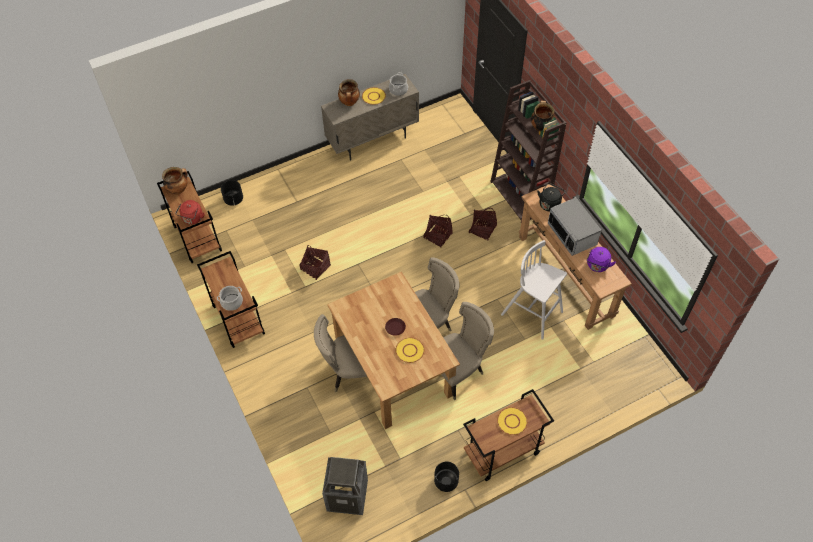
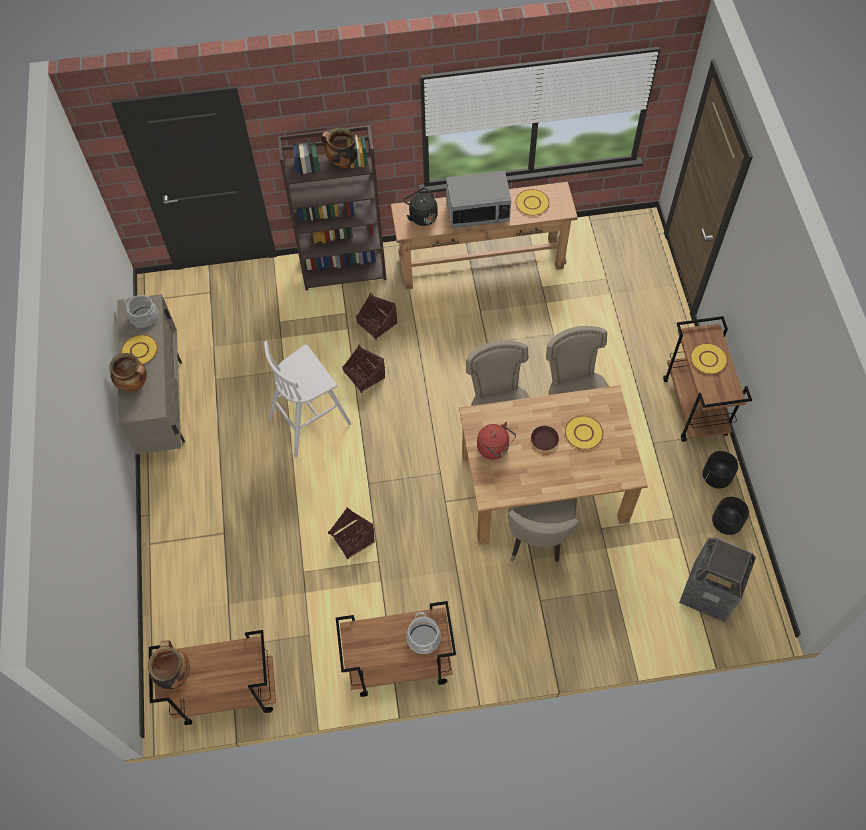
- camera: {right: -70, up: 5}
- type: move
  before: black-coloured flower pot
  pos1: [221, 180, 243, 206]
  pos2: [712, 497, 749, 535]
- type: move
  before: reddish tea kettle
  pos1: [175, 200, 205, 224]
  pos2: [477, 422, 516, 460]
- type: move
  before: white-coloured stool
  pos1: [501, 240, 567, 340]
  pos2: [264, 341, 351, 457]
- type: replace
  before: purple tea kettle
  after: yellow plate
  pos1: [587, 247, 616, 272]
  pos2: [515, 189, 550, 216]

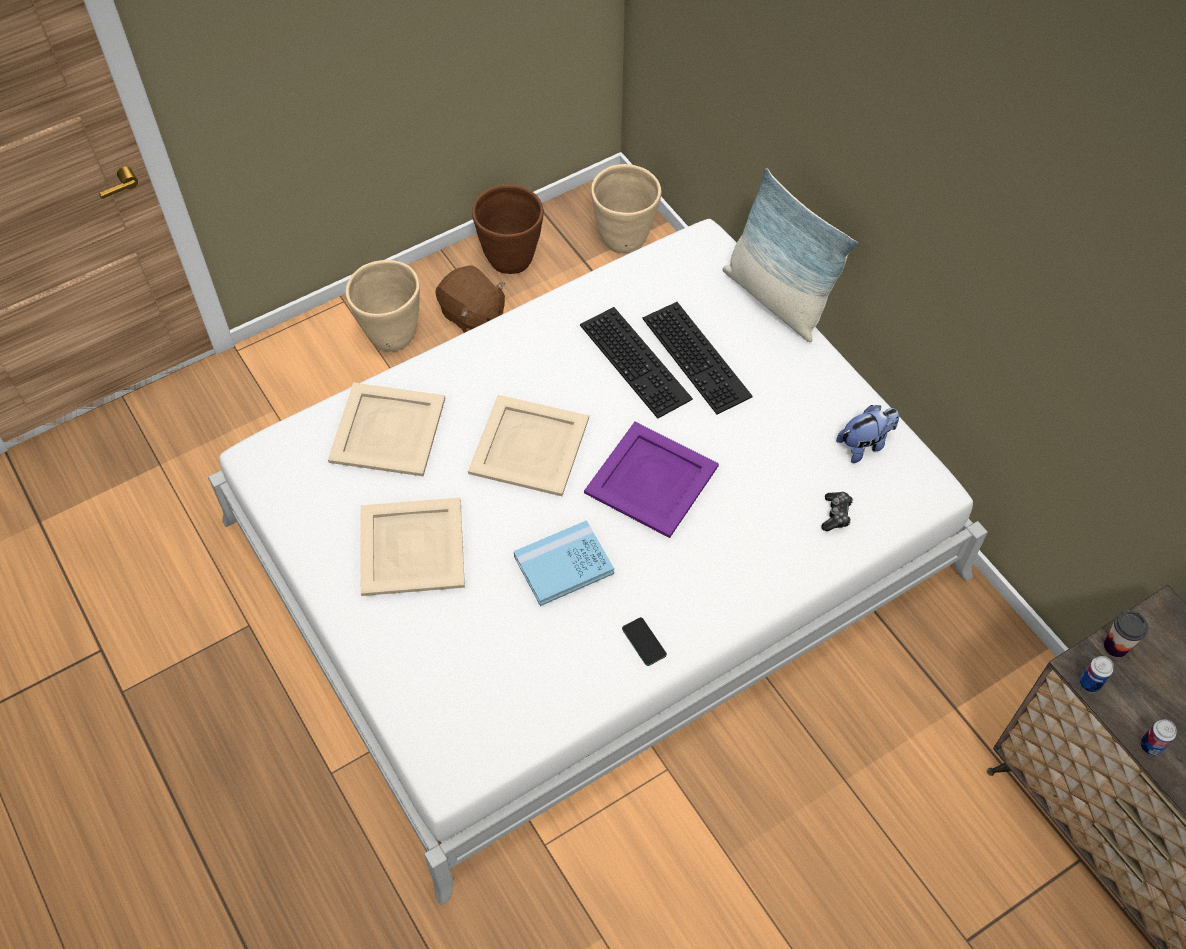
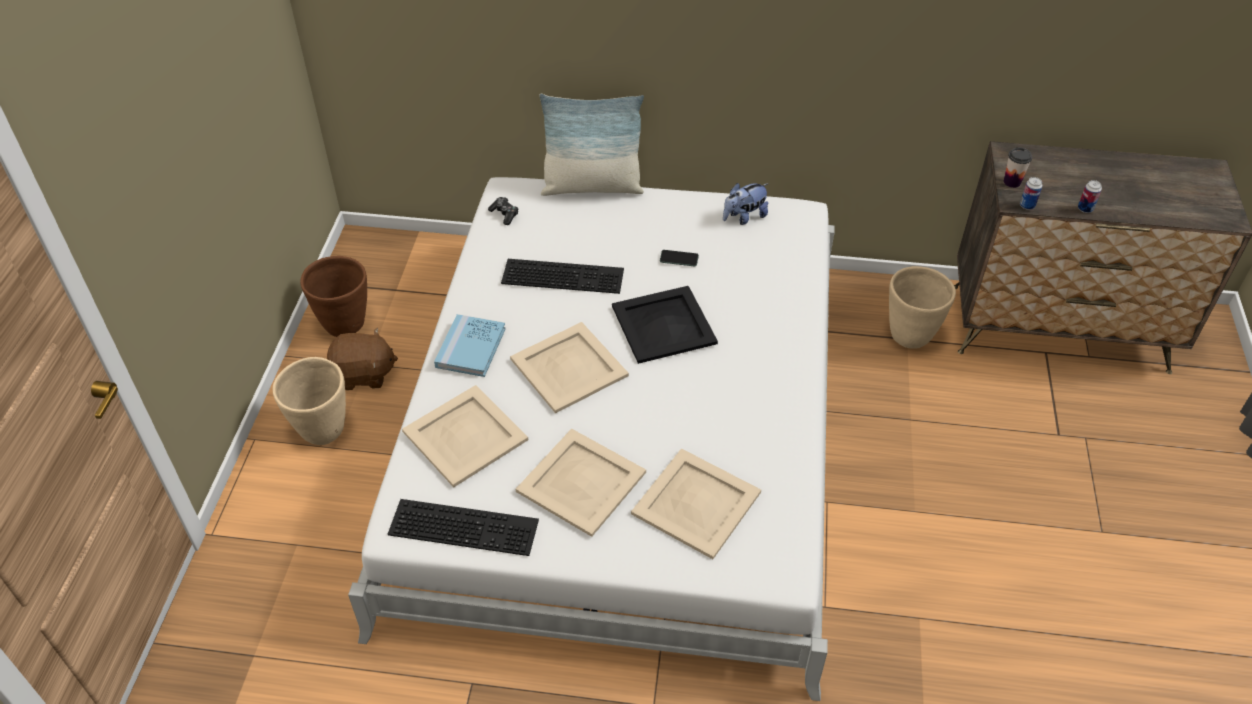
- camera: {right: -50, up: -10}
- type: move
  before: sand-coloured flower pot
  pos1: [591, 164, 661, 253]
  pos2: [889, 266, 956, 349]
- type: move
  before: PC keyboard
  pos1: [642, 302, 753, 414]
  pos2: [388, 499, 539, 556]
- type: rotate
  before: cuddly toy
  pos1: [836, 405, 899, 463]
  pos2: [723, 183, 769, 225]
  turn: -135
- type: recolor
  before: purple carrying tray
  after: black-coloured carrying tray
  pos1: [584, 422, 719, 538]
  pos2: [612, 286, 718, 364]
- type: move
  before: gamepad
  pos1: [821, 492, 853, 531]
  pos2: [488, 197, 519, 225]
- type: move
  before: blue bound book
  pos1: [514, 520, 614, 606]
  pos2: [434, 314, 506, 377]
- type: move
  before: telephone
  pos1: [622, 617, 667, 666]
  pos2: [660, 250, 699, 266]
- type: insert
  after: sand-coloured carrying tray
  pos2: [631, 448, 761, 559]

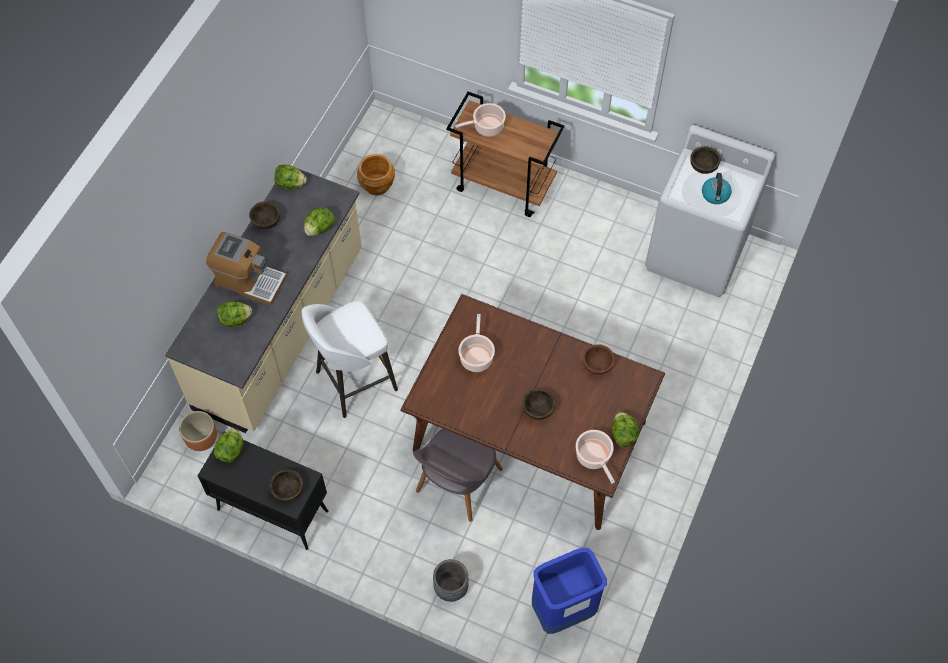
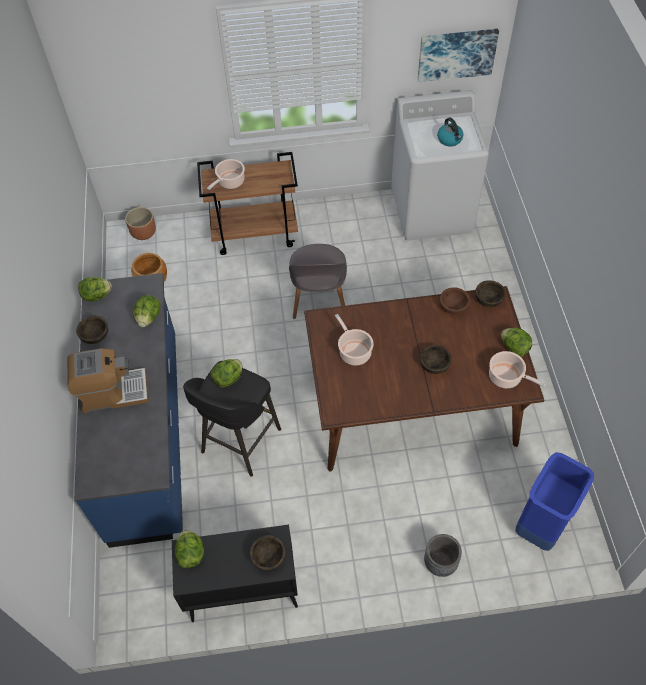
- camera: {right: -30, up: -5}
- type: move
  before: brownish bowl
  pos1: [690, 146, 721, 174]
  pos2: [476, 280, 506, 307]
- type: recolor
  before: sand-coloured kitchen counter
  after: blue kitchen counter
  pos1: [165, 168, 362, 433]
  pos2: [74, 273, 183, 548]
- type: recolor
  before: white-coloured stool
  after: black-coloured stool
  pos1: [302, 300, 398, 418]
  pos2: [183, 361, 281, 477]
- type: move
  before: lettuce head
  pos1: [217, 301, 252, 327]
  pos2: [211, 359, 242, 387]
- type: move
  before: brownish flower pot
  pos1: [179, 411, 217, 451]
  pos2: [125, 207, 156, 240]
- type: move
  before: grey chair
  pos1: [413, 429, 503, 522]
  pos2: [289, 244, 347, 319]
- type: insert
  after: wall picture
  pos2: [418, 29, 499, 82]

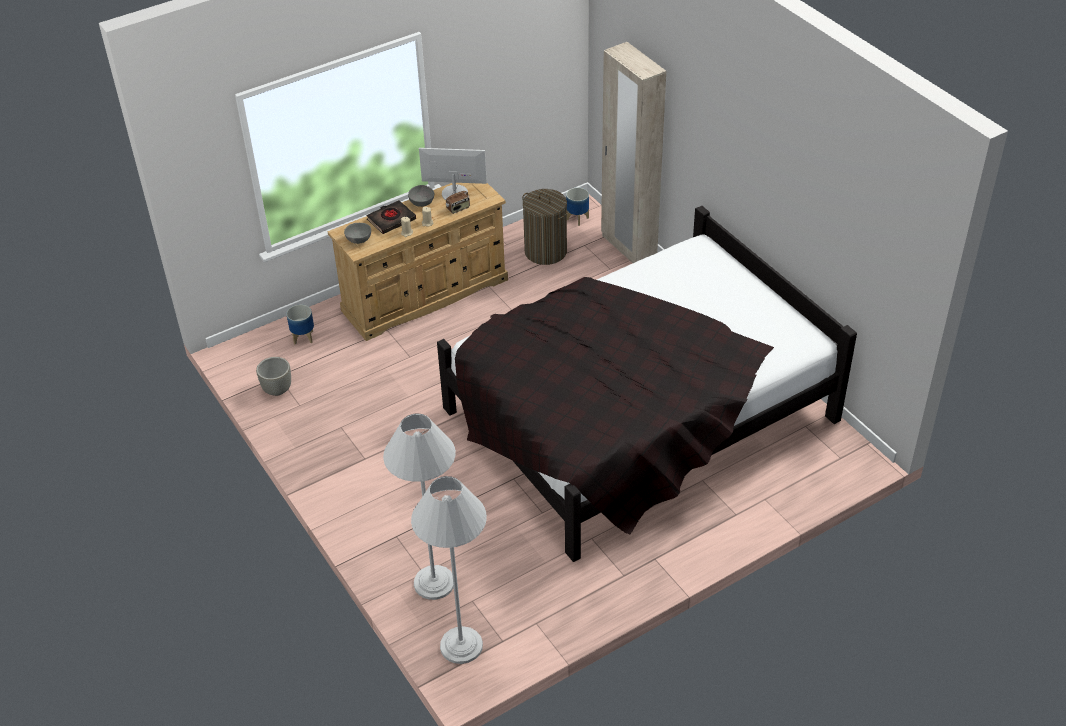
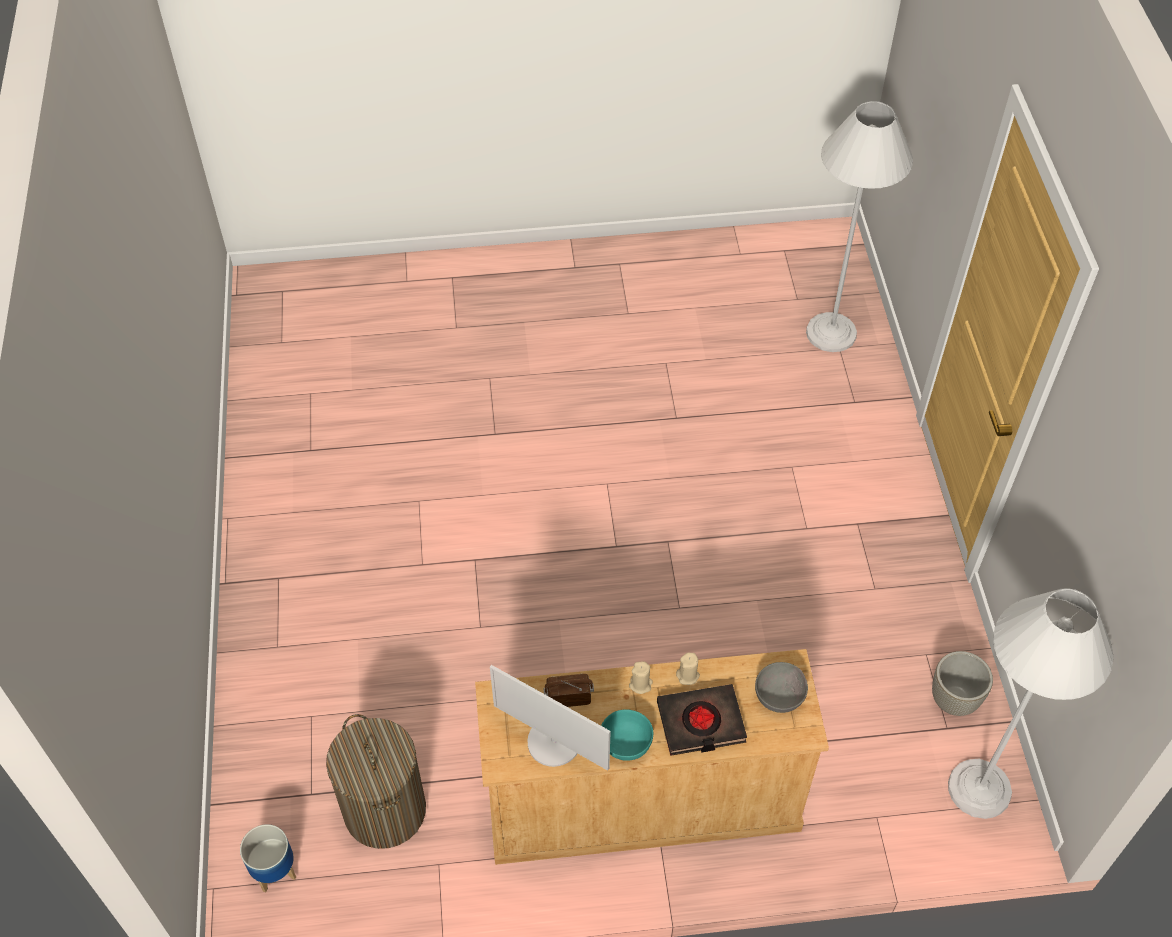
- camera: {right: -155, up: 10}
- type: delete
  before: sand-coloured armoire
  pos1: [601, 42, 666, 263]
- type: recolor
  before: grey bowl
  after: turquoise bowl
  pos1: [408, 185, 434, 207]
  pos2: [601, 709, 653, 761]
- type: delete
  before: black-coloured bed
  pos1: [437, 206, 857, 562]
- type: delete
  before: flower pot
  pos1: [287, 304, 314, 344]
- type: move
  before: white-coloured standard lamp
  pos1: [411, 476, 487, 664]
  pos2: [948, 589, 1113, 819]

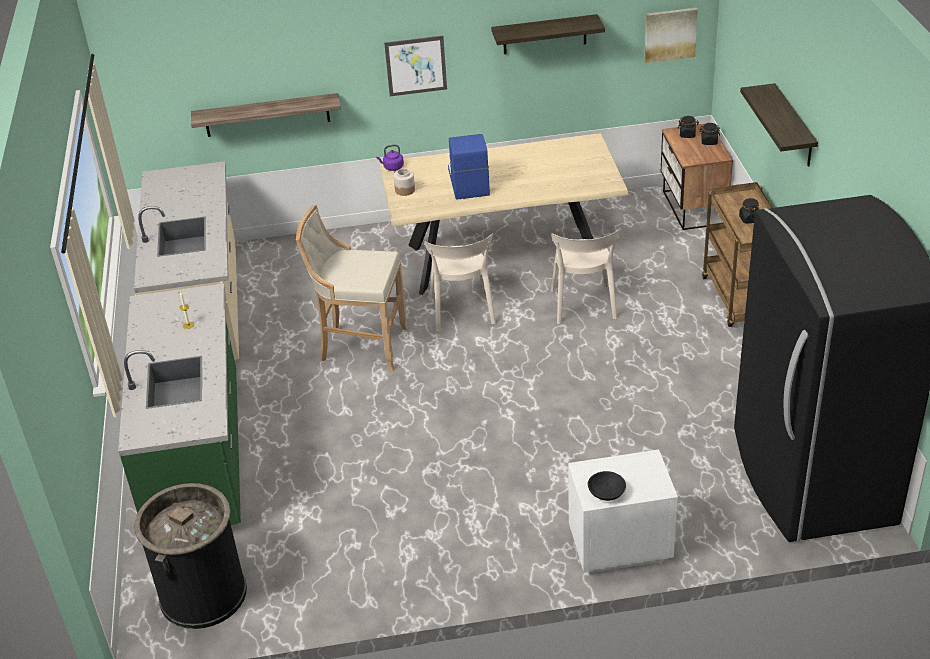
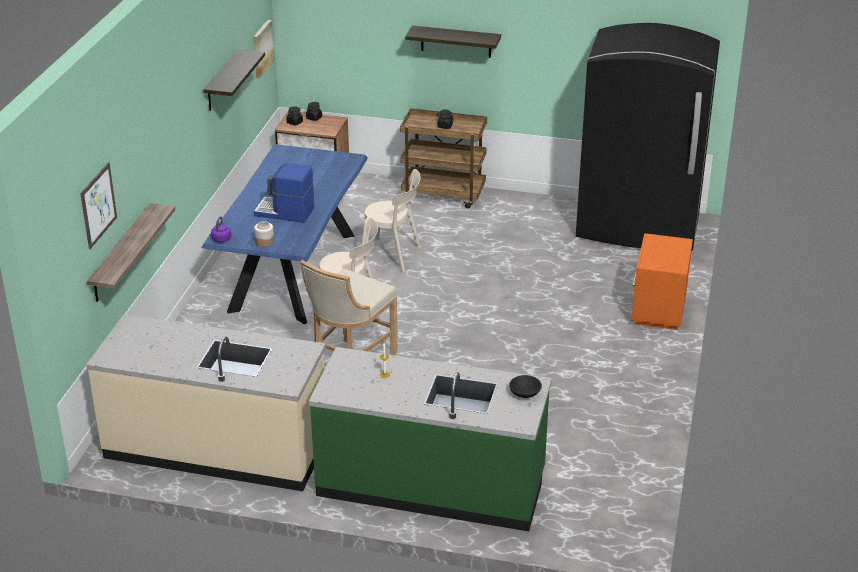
- camera: {right: -70, up: -5}
- type: move
  before: wall picture
  pos1: [384, 36, 447, 96]
  pos2: [80, 163, 117, 249]
- type: recolor
  before: sand-coloured dinner table
  after: blue dinner table
  pos1: [379, 133, 630, 295]
  pos2: [202, 144, 368, 325]
- type: recolor
  before: white-coloured nightstand
  after: orange nightstand
  pos1: [568, 449, 678, 573]
  pos2: [632, 233, 693, 330]
- type: move
  before: black-coloured bowl
  pos1: [588, 471, 626, 501]
  pos2: [509, 375, 542, 398]
- type: delete
  before: black-coloured waste bin
  pos1: [134, 483, 247, 629]

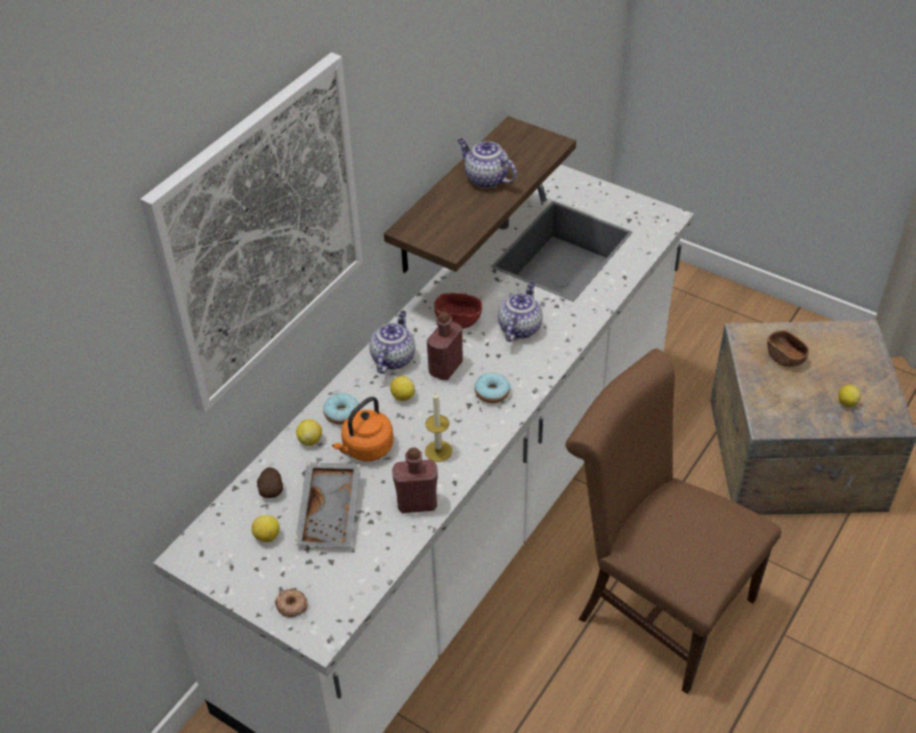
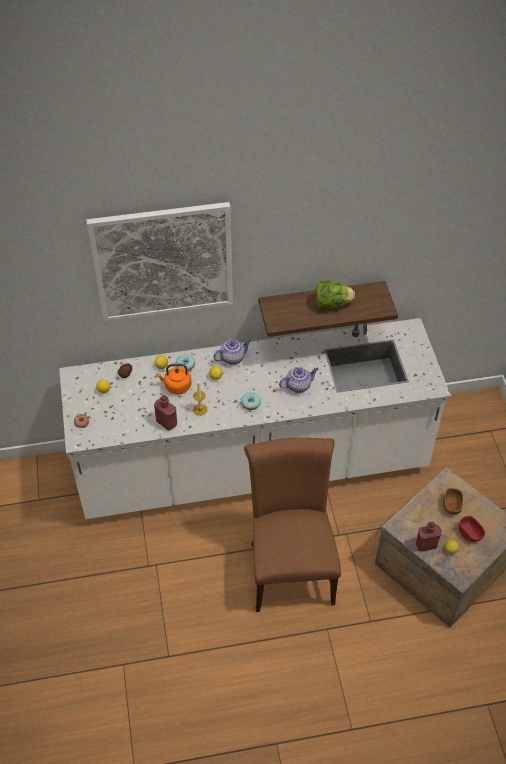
- camera: {right: 45, up: 5}
- type: replace
  before: teapot
  after: lettuce head
  pos1: [457, 139, 517, 188]
  pos2: [315, 281, 355, 309]
- type: move
  before: reddish bowl
  pos1: [434, 293, 482, 329]
  pos2: [459, 516, 485, 542]
- type: move
  before: reddish beverage bottle
  pos1: [427, 311, 463, 380]
  pos2: [416, 521, 442, 552]
- type: delete
  before: grey carrying tray
  pos1: [295, 463, 361, 547]

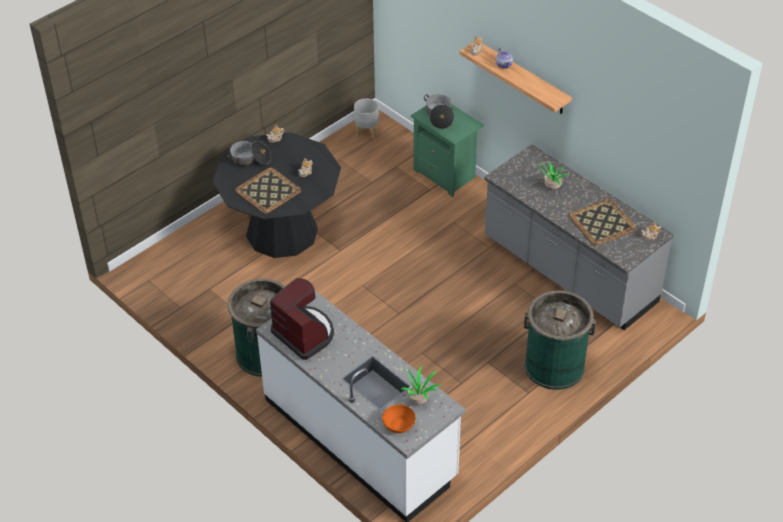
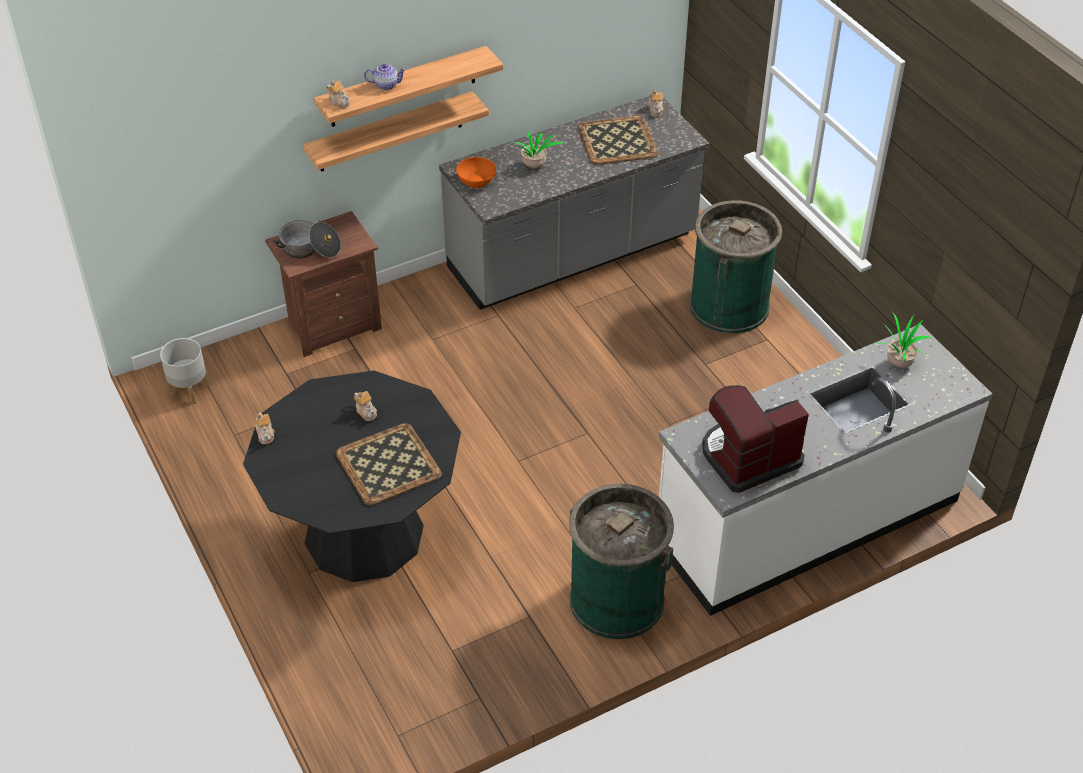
- camera: {right: -75, up: 0}
- type: recolor
  before: green-coloured nightstand
  after: brownish nightstand
  pos1: [411, 104, 484, 197]
  pos2: [265, 211, 382, 357]
- type: delete
  before: saucepot
  pos1: [227, 140, 271, 167]
- type: move
  before: orange bowl
  pos1: [382, 404, 416, 433]
  pos2: [456, 157, 496, 188]
- type: insert
  after: shelf
  pos2: [303, 91, 489, 172]

